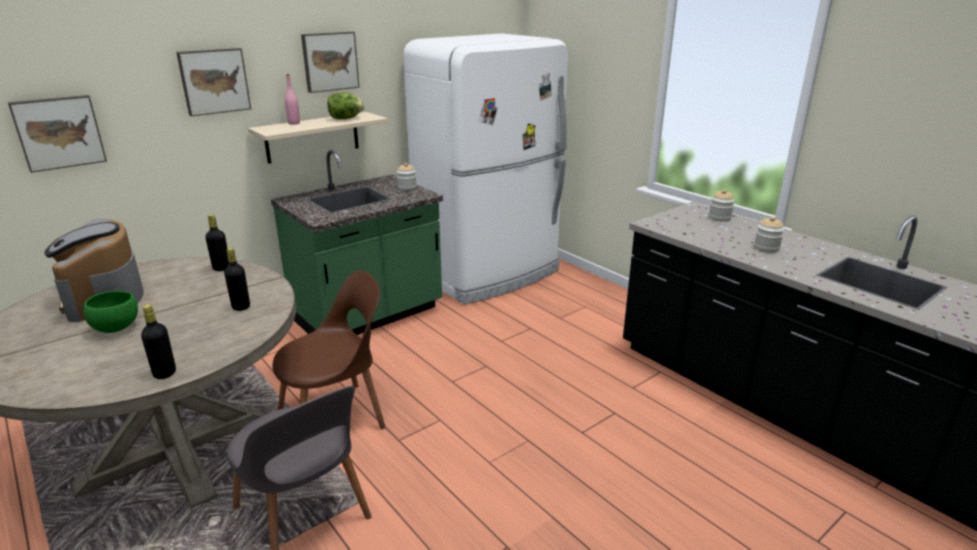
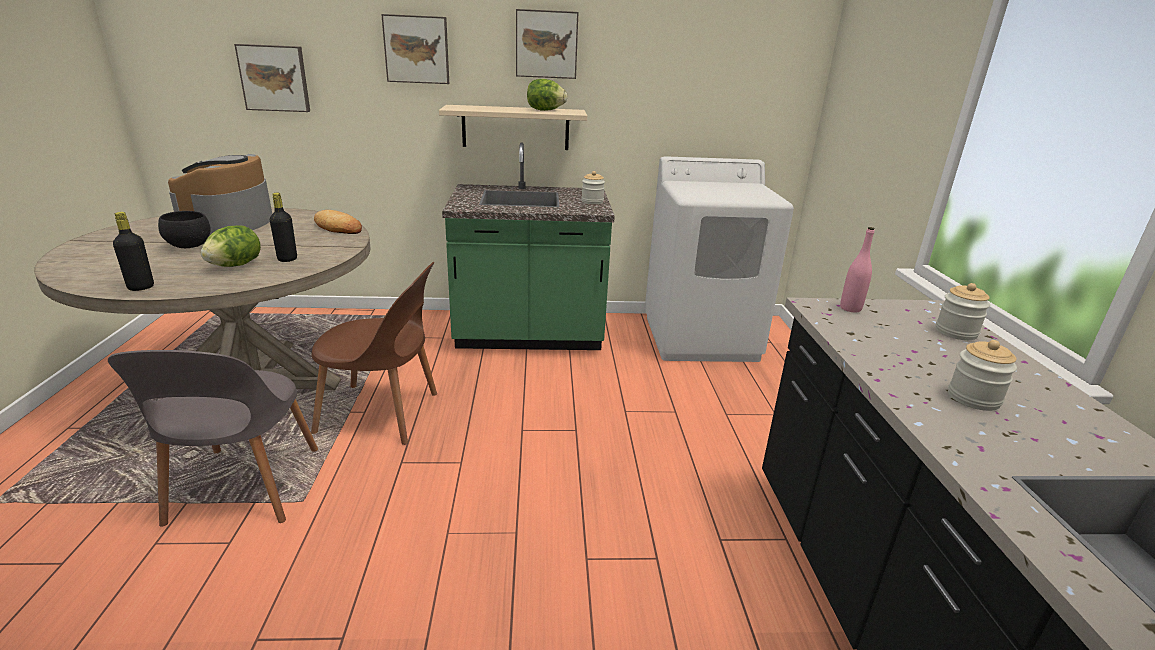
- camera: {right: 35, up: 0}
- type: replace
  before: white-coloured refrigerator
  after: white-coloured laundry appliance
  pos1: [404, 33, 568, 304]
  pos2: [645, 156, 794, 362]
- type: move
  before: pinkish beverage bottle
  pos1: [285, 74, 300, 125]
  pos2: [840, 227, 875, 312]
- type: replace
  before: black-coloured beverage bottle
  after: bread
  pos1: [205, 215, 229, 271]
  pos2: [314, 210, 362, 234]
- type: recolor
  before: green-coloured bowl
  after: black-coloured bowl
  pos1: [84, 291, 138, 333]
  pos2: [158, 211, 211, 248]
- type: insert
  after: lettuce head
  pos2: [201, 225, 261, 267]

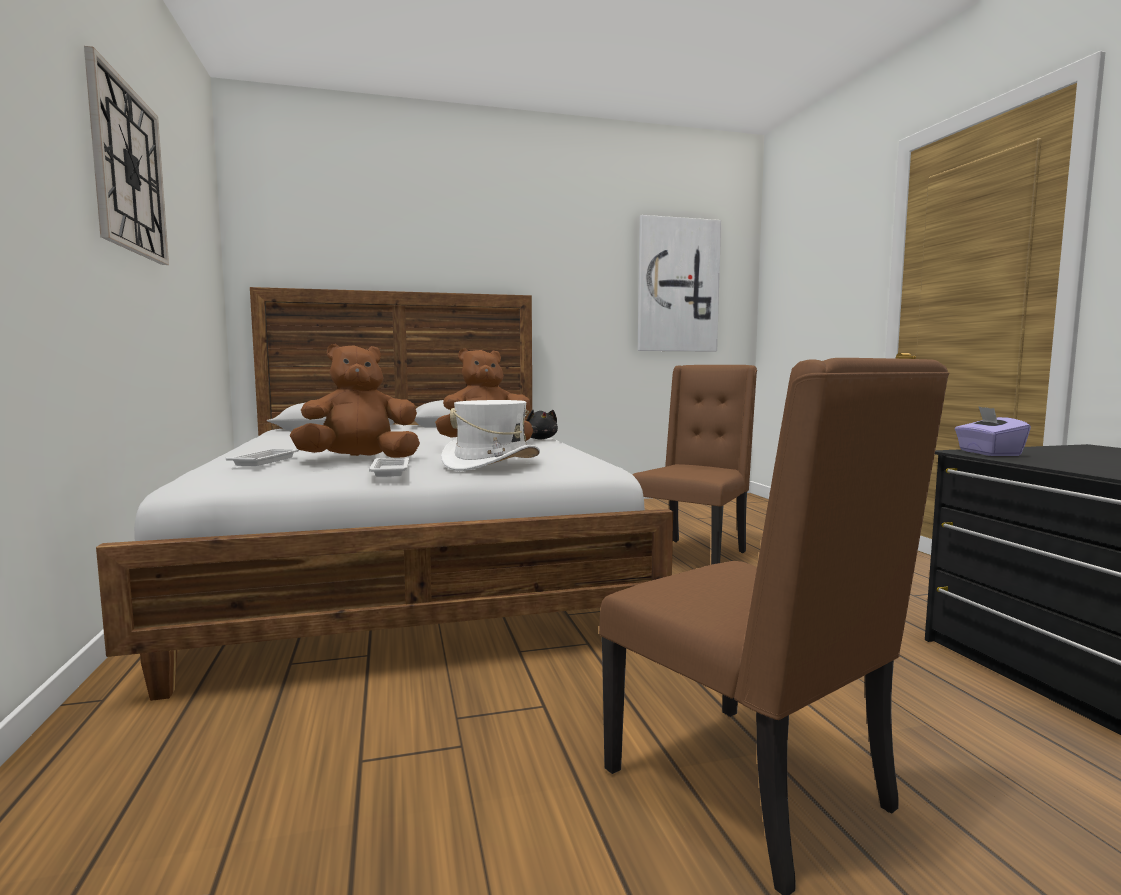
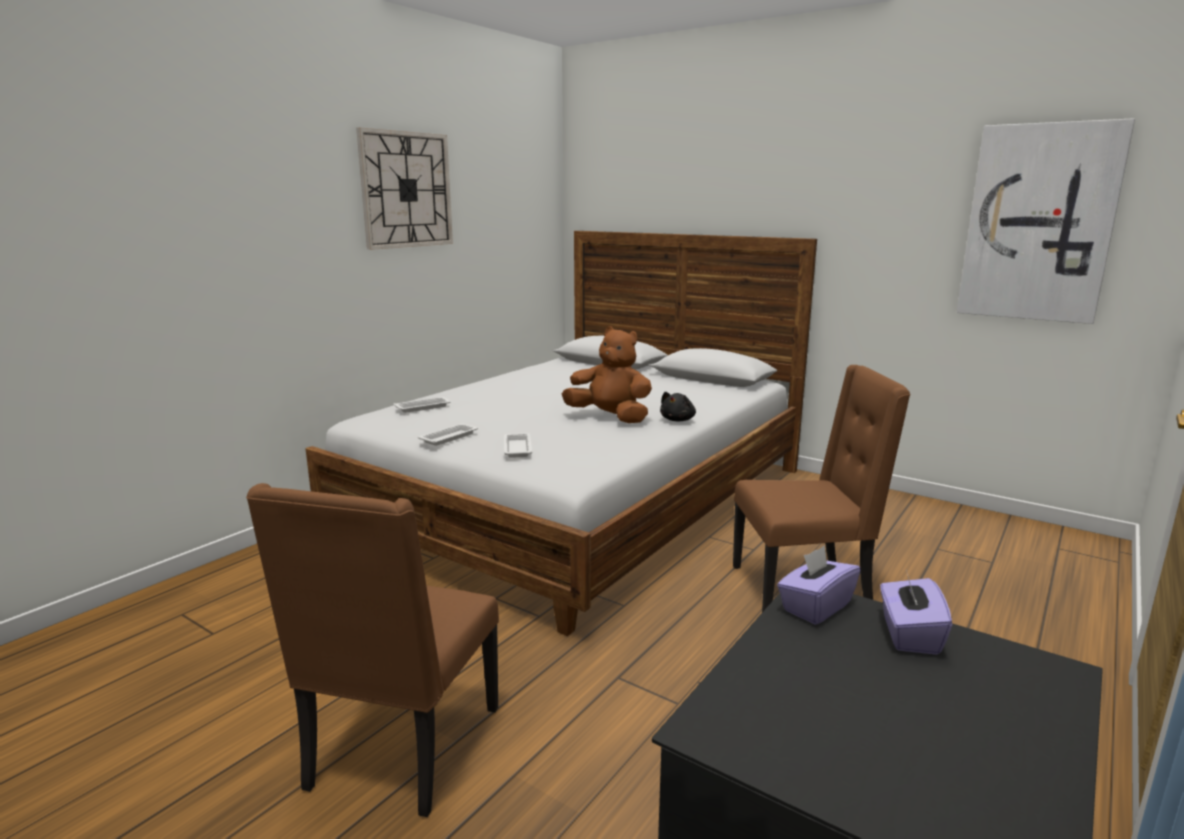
- camera: {right: 50, up: 10}
- type: delete
  before: brownish cuddly toy
  pos1: [290, 344, 420, 458]
- type: replace
  before: white-coloured wearable hat
  after: white-coloured carrying tray
  pos1: [441, 400, 540, 471]
  pos2: [504, 433, 532, 458]
- type: insert
  after: purple tissue holder
  pos2: [880, 570, 952, 655]

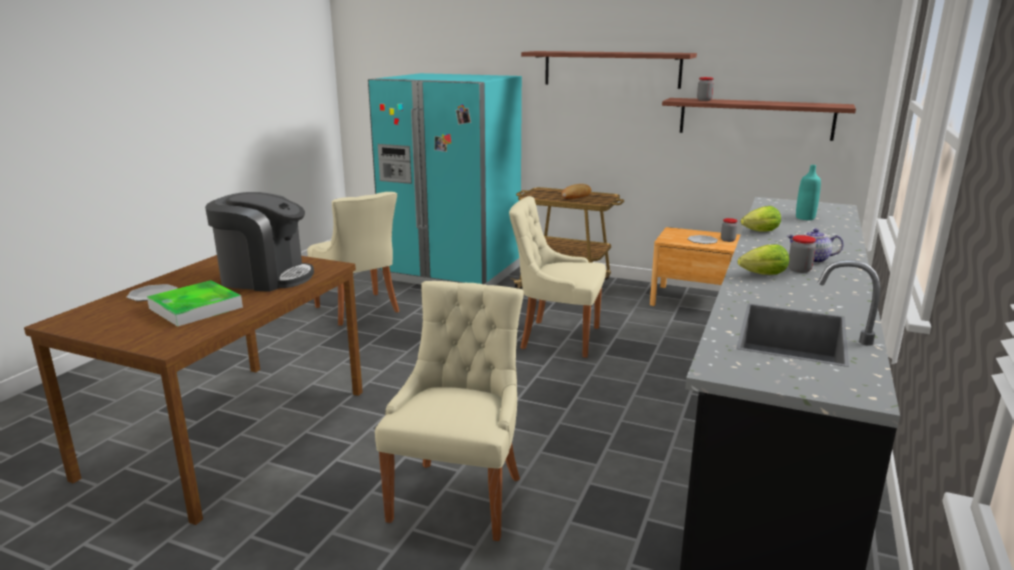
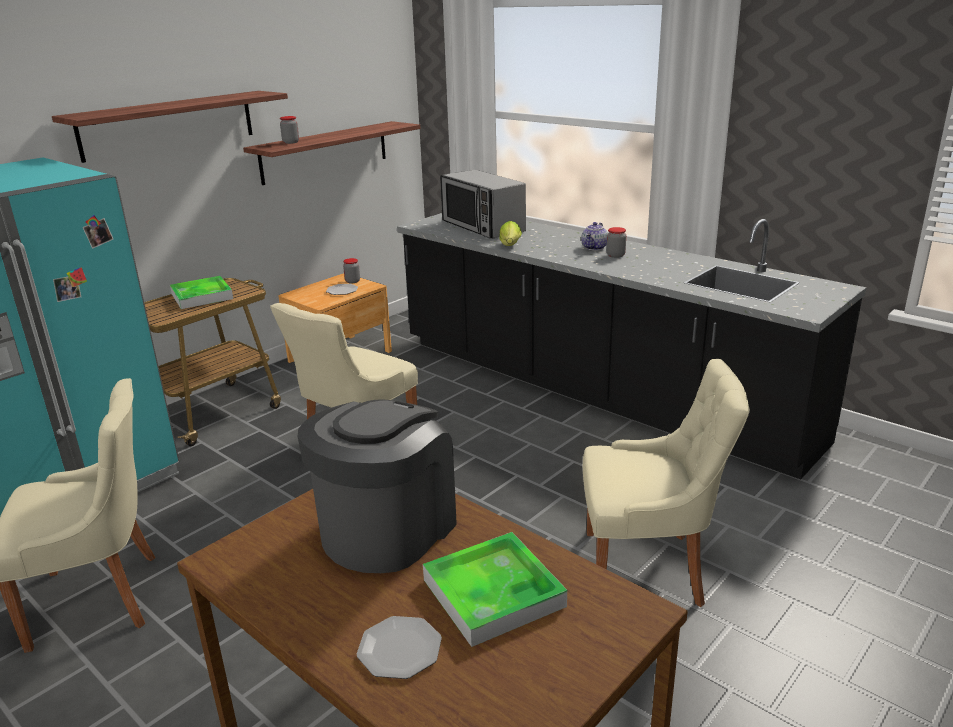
- camera: {right: -70, up: 5}
- type: replace
  before: turquoise beverage bottle
  after: microwave oven
  pos1: [796, 165, 821, 220]
  pos2: [440, 169, 526, 239]
- type: replace
  before: bread
  after: carrying tray
  pos1: [562, 184, 591, 199]
  pos2: [170, 276, 233, 309]
- type: delete
  before: lettuce head
  pos1: [738, 244, 789, 275]
- type: rotate
  before: sand-coloured chair
  pos1: [375, 281, 524, 541]
  pos2: [583, 359, 750, 607]
  turn: 150

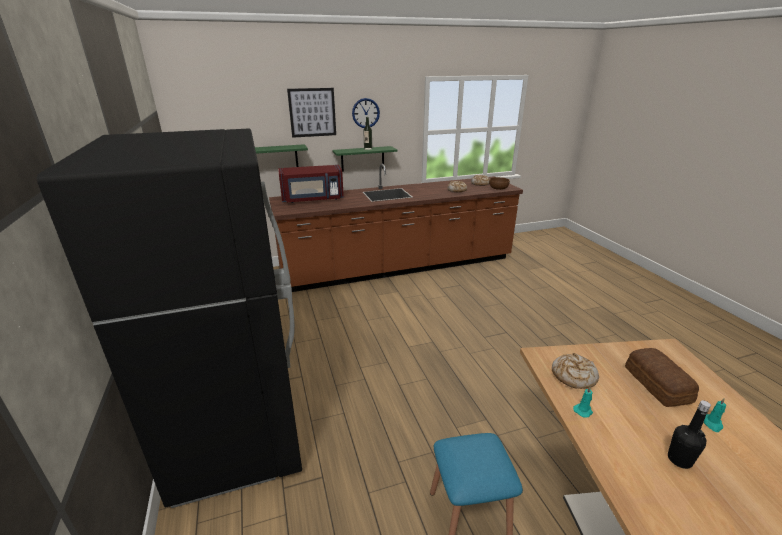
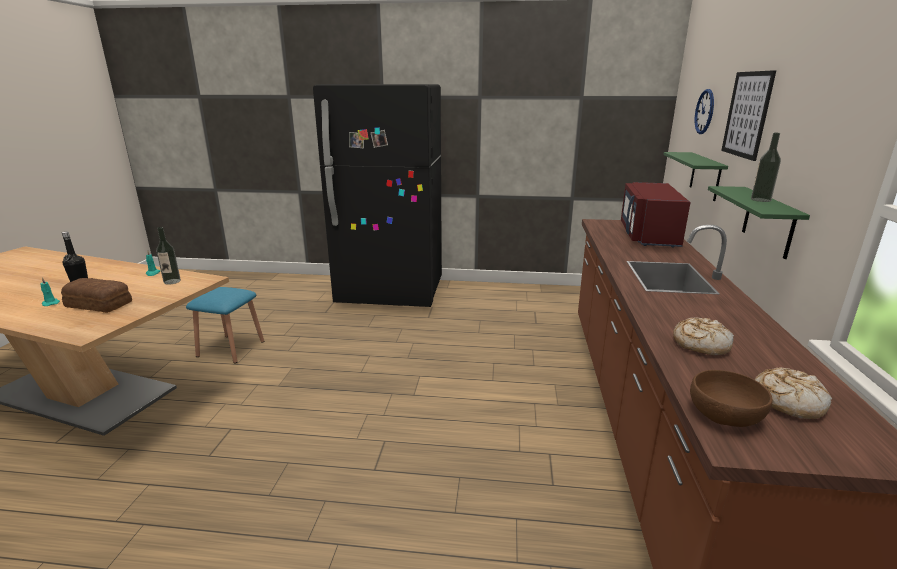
- camera: {right: 115, up: -5}
- type: move
  before: hanging clock
  pos1: [352, 98, 380, 128]
  pos2: [695, 89, 714, 134]
- type: replace
  before: bread
  after: beverage bottle
  pos1: [552, 353, 599, 389]
  pos2: [156, 227, 181, 285]

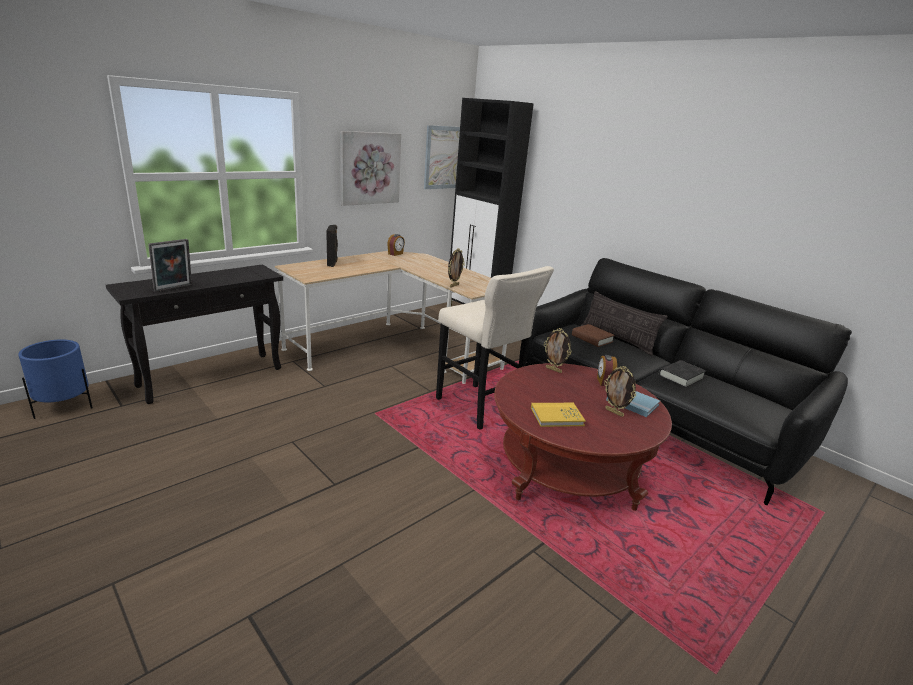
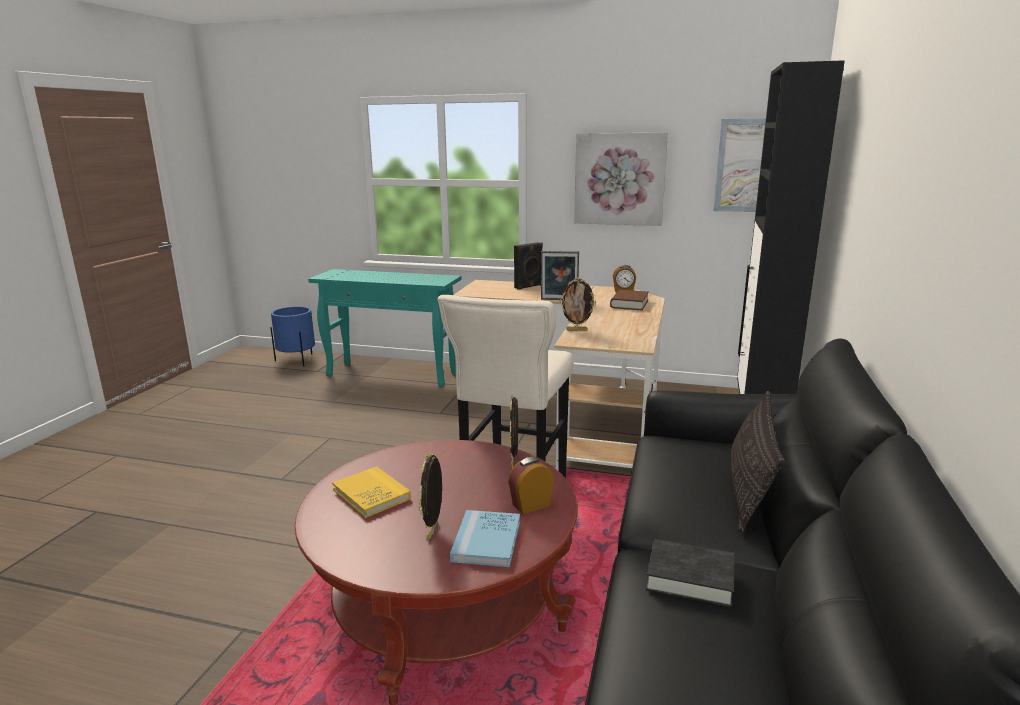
- camera: {right: 60, up: -5}
- type: move
  before: photo frame
  pos1: [148, 239, 192, 292]
  pos2: [541, 251, 579, 300]
- type: recolor
  before: black-coloured hall table
  after: turquoise hall table
  pos1: [106, 264, 283, 404]
  pos2: [308, 269, 462, 387]
- type: move
  before: brownish bound book
  pos1: [572, 324, 615, 347]
  pos2: [610, 290, 649, 310]

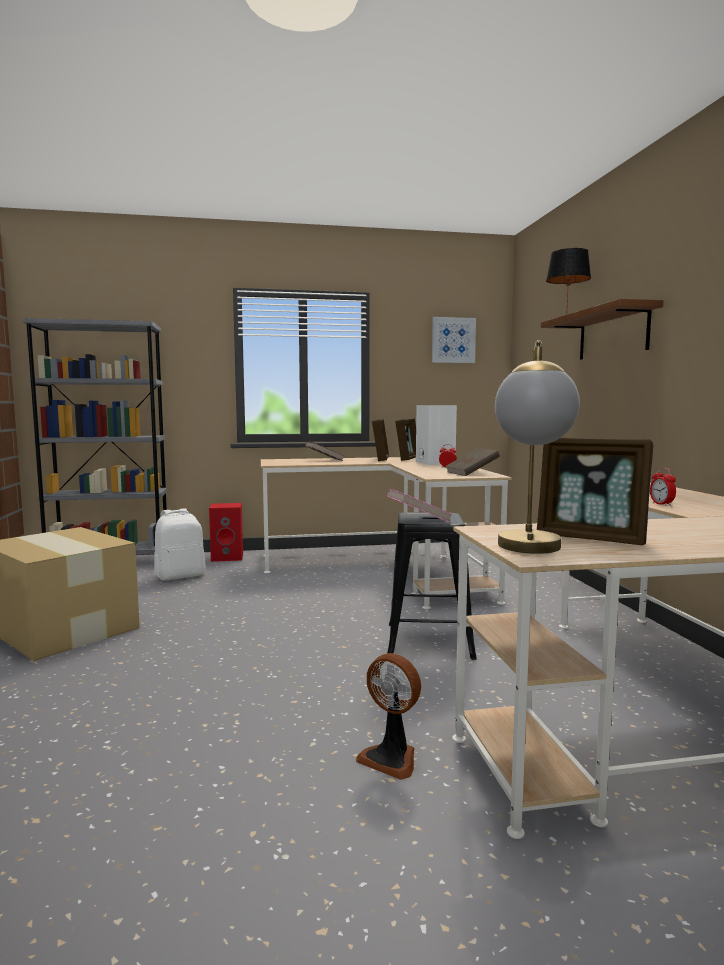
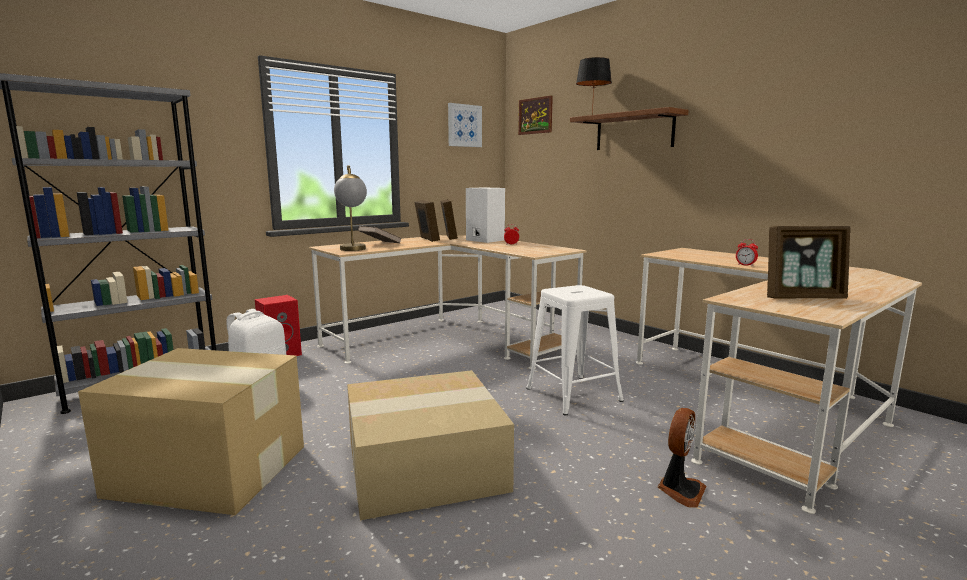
- camera: {right: -30, up: 5}
- type: move
  before: table lamp
  pos1: [495, 340, 580, 554]
  pos2: [334, 166, 367, 251]
- type: delete
  before: brownish bound book
  pos1: [445, 448, 500, 476]
- type: delete
  before: pinkish bound book
  pos1: [387, 489, 451, 522]
- type: recolor
  before: black-coloured stool
  after: white-coloured stool
  pos1: [387, 512, 477, 660]
  pos2: [526, 285, 624, 415]
- type: rotate
  before: electric fan
  pos1: [356, 653, 421, 780]
  pos2: [658, 408, 706, 508]
  turn: -60
- type: insert
  after: wall picture
  pos2: [518, 95, 553, 135]
- type: insert
  after: packing box
  pos2: [347, 370, 514, 520]

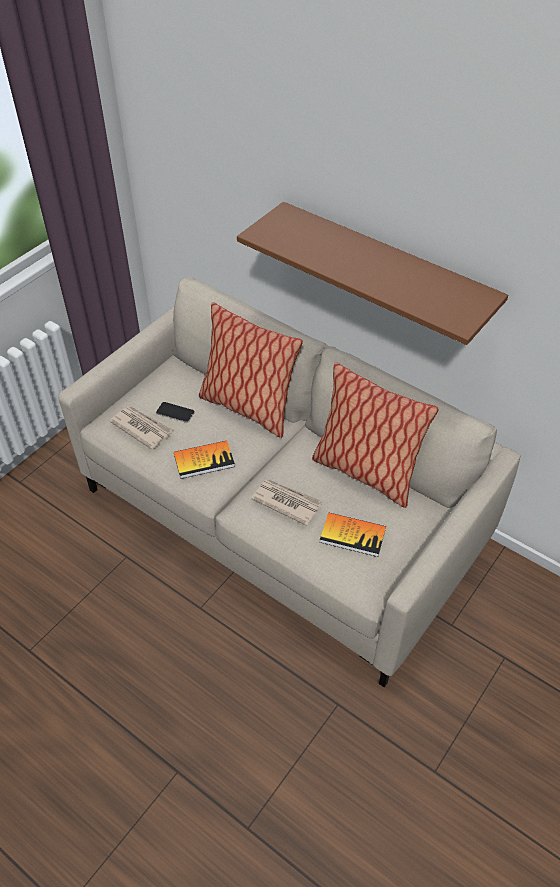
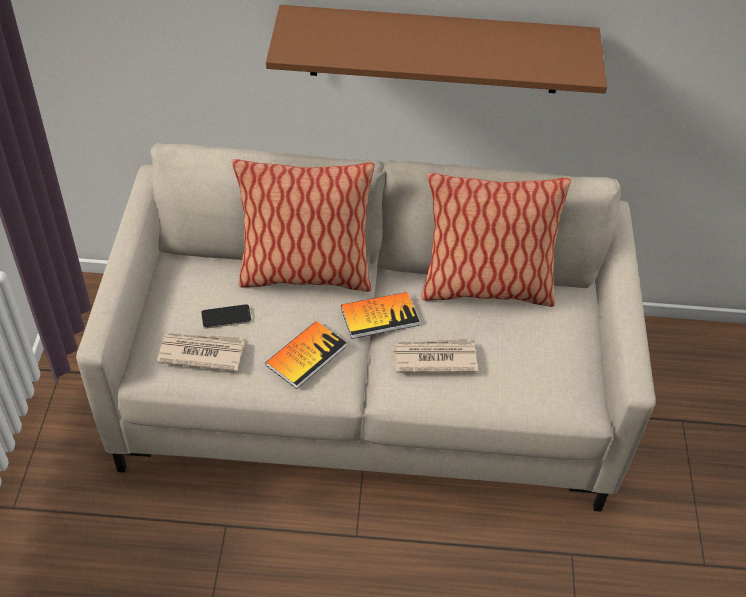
- camera: {right: -35, up: 0}
- type: move
  before: bound book
  pos1: [320, 513, 386, 557]
  pos2: [341, 292, 420, 339]

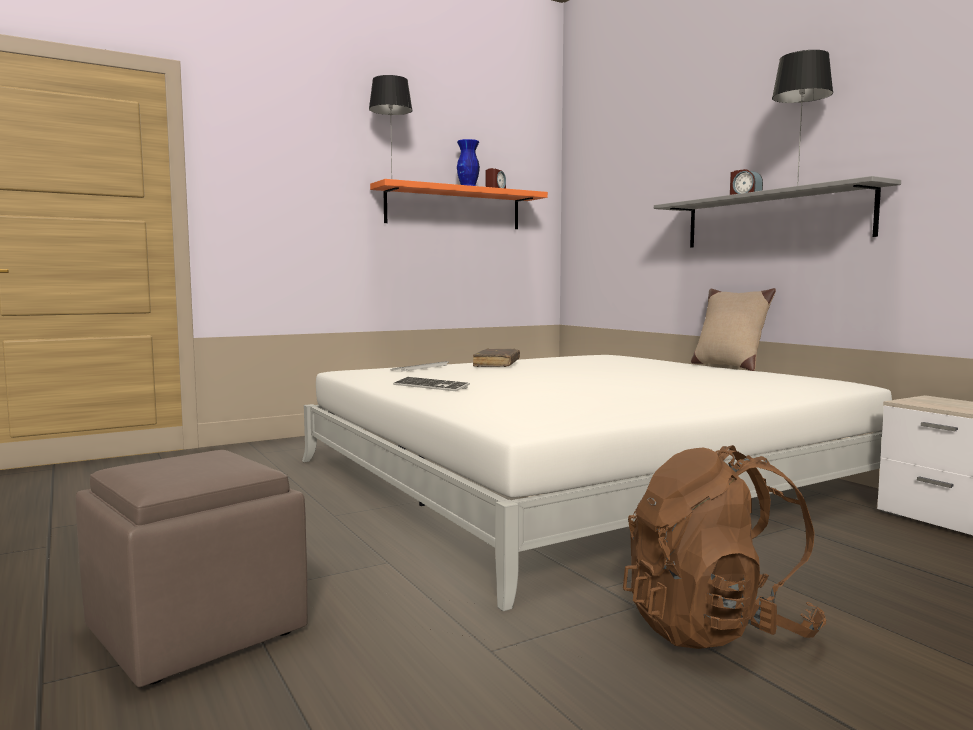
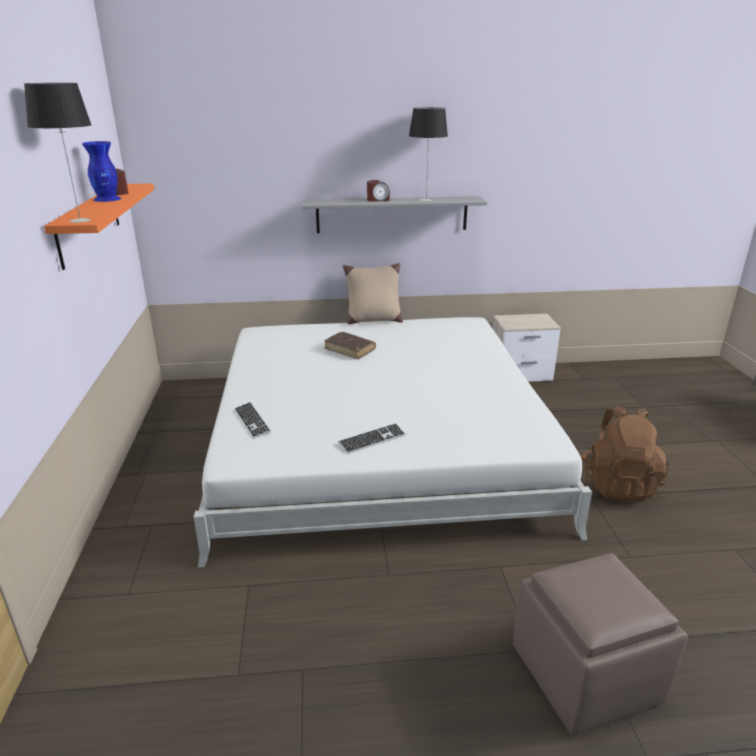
- camera: {right: -65, up: 20}
- type: move
  before: brownish bound book
  pos1: [473, 348, 520, 367]
  pos2: [325, 332, 376, 359]

